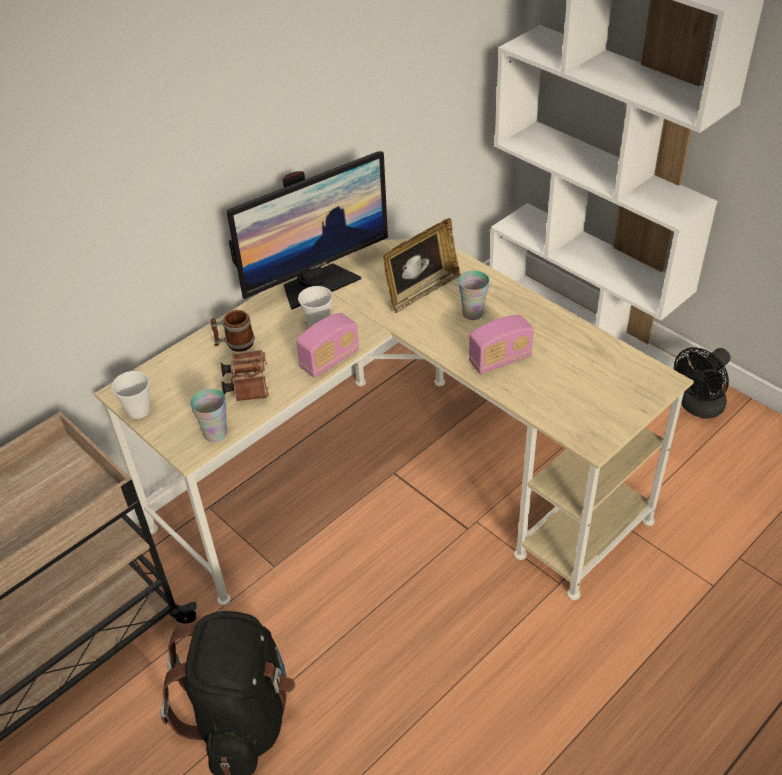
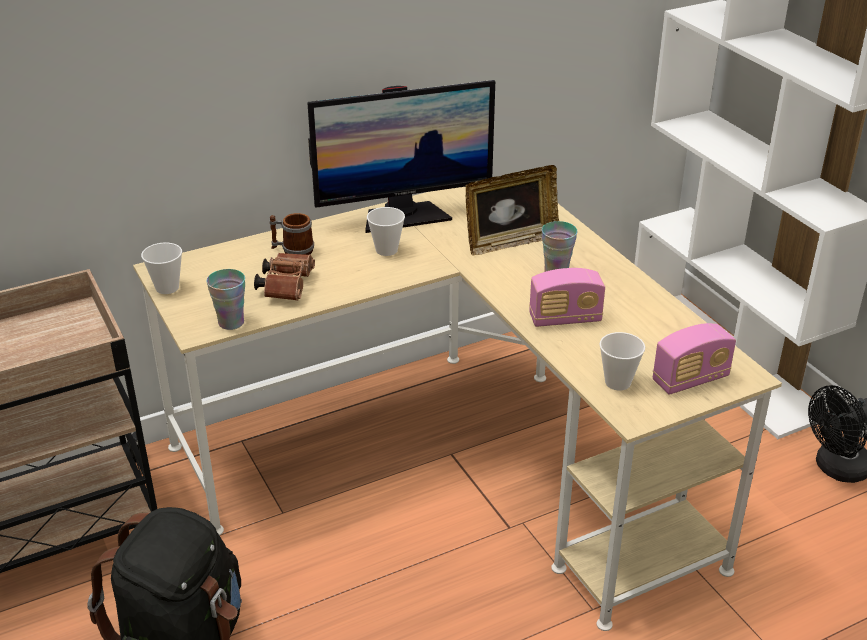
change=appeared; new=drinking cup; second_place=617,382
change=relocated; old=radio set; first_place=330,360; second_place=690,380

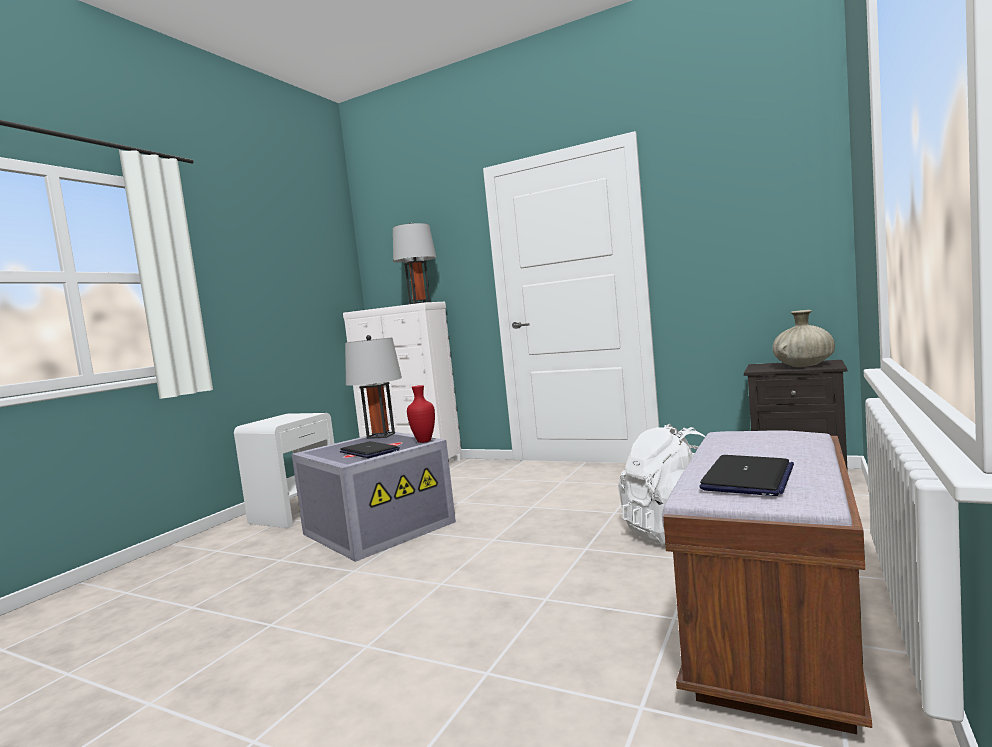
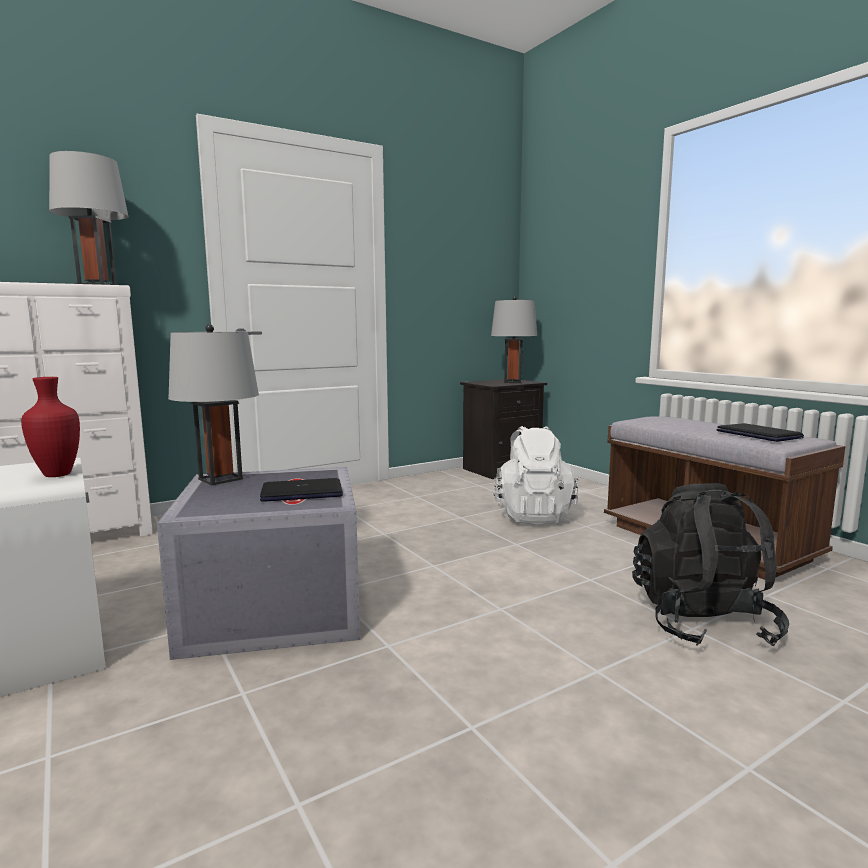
change=relocated; old=vase (red); first_place=423,441; second_place=55,475
change=exchanged; old=vase (beige); new=lamp for a table (grey); first_place=804,366; second_place=513,382
change=appeared; new=rucksack (black); second_place=702,622

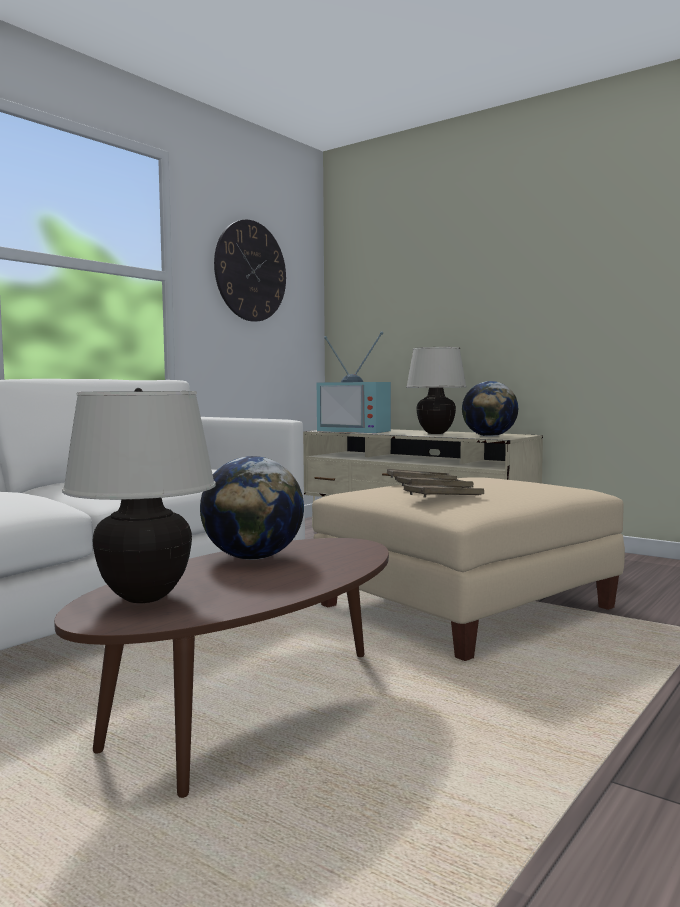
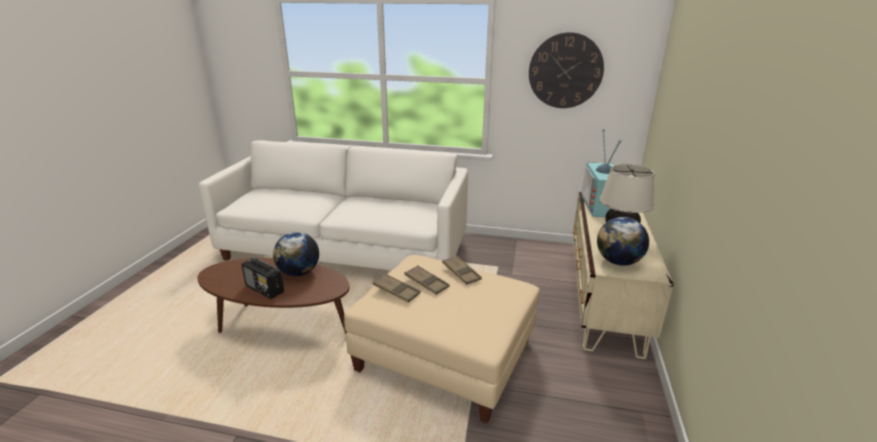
change=appeared; new=radio set; second_place=265,289
change=missing; old=lamp for a table (beige); first_place=145,597

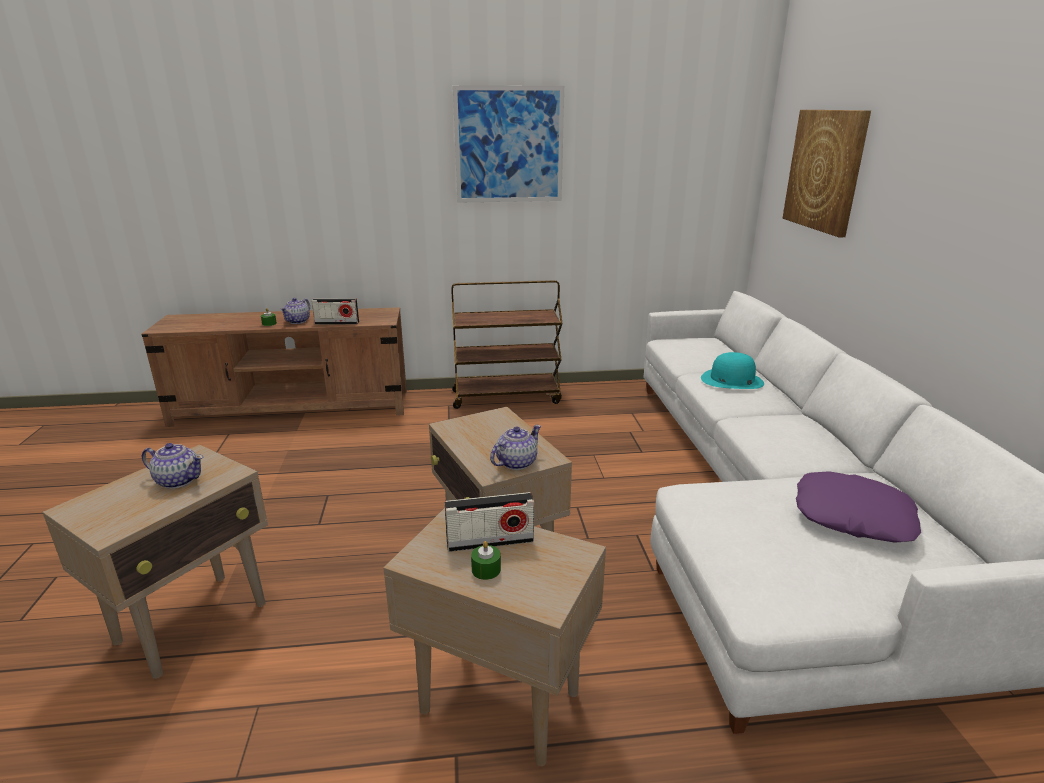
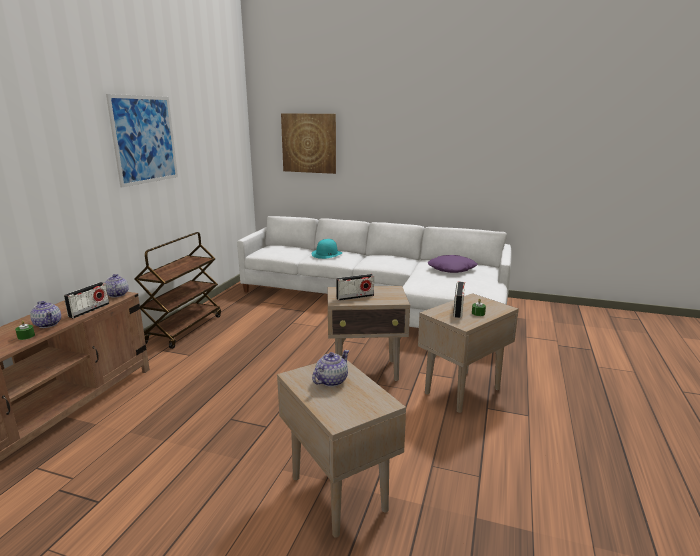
change=relocated; old=tea pot; first_place=515,463; second_place=117,295
change=appeared; new=radio set; second_place=355,297

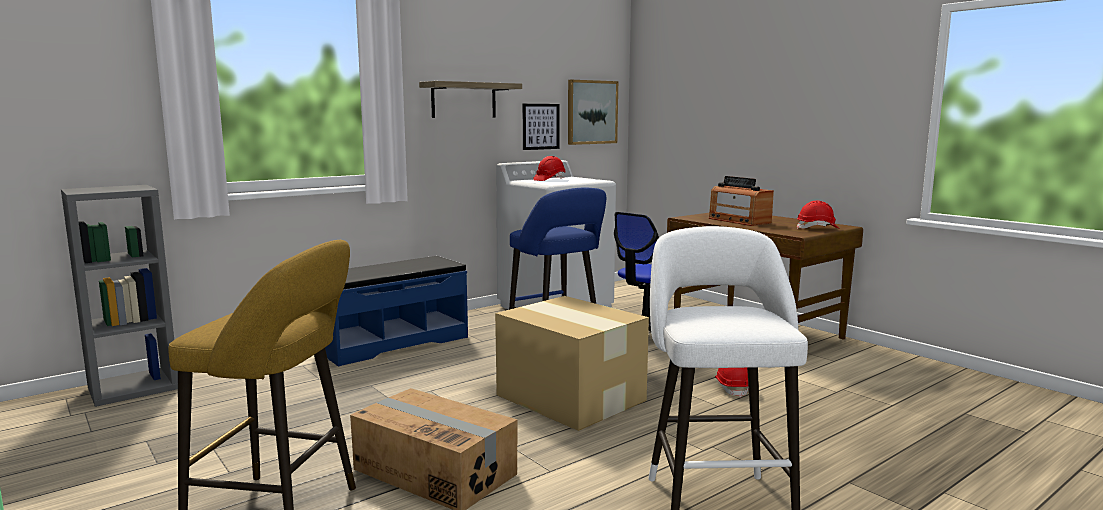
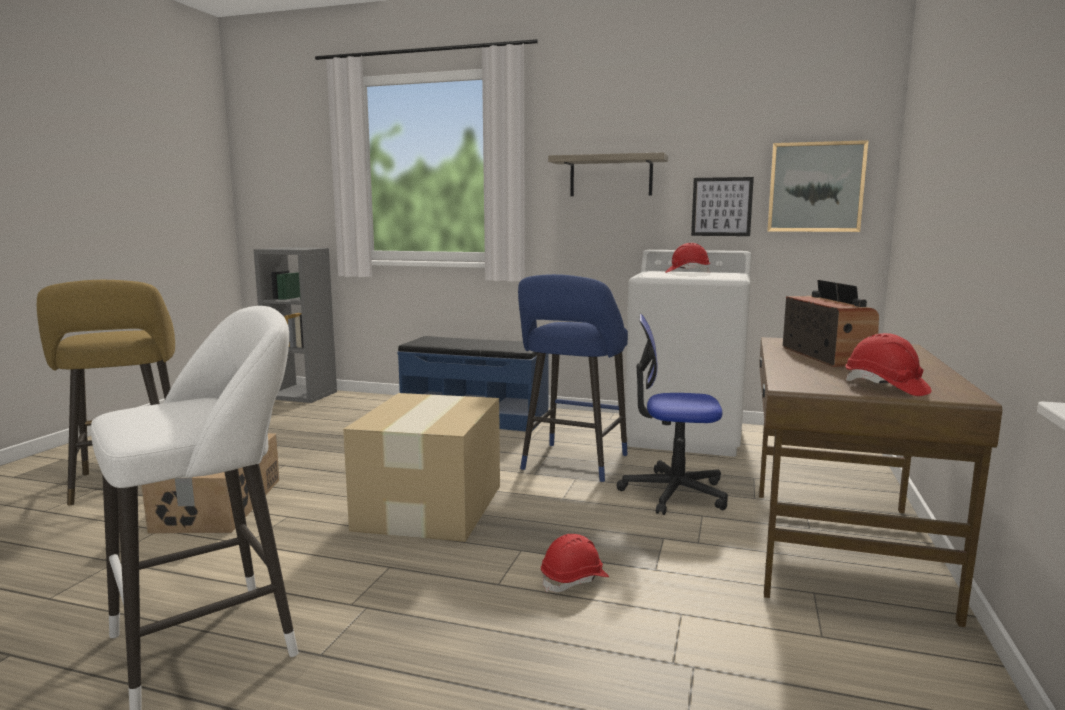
change=spun; old=radio set; first_place=739,221; second_place=827,356; degrees=150

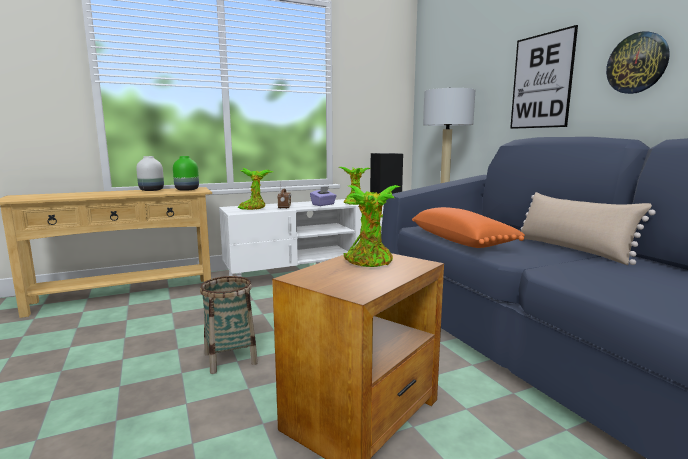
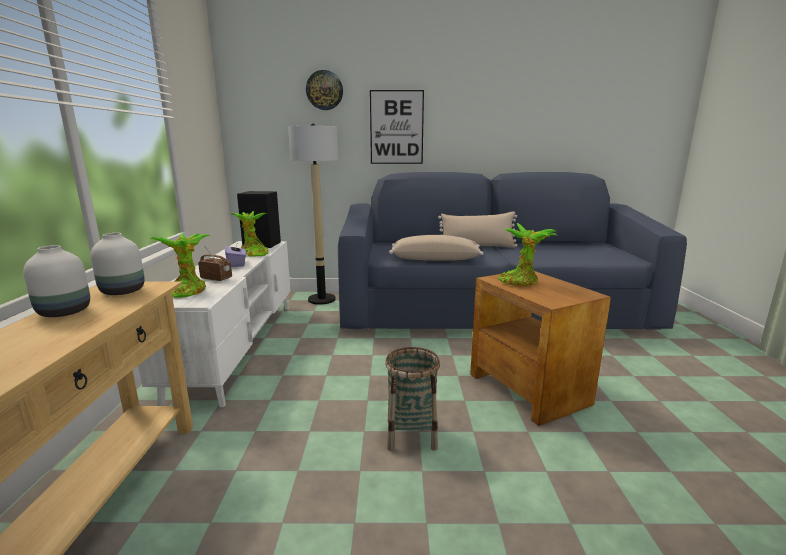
change=colour; old=vase (green); new=vase (white-coloured); first_place=187,190; second_place=123,291
change=relocated; old=hanging clock; first_place=637,63; second_place=324,90
change=colour; old=throw pillow (orange); new=throw pillow (beige); first_place=462,241; second_place=435,259

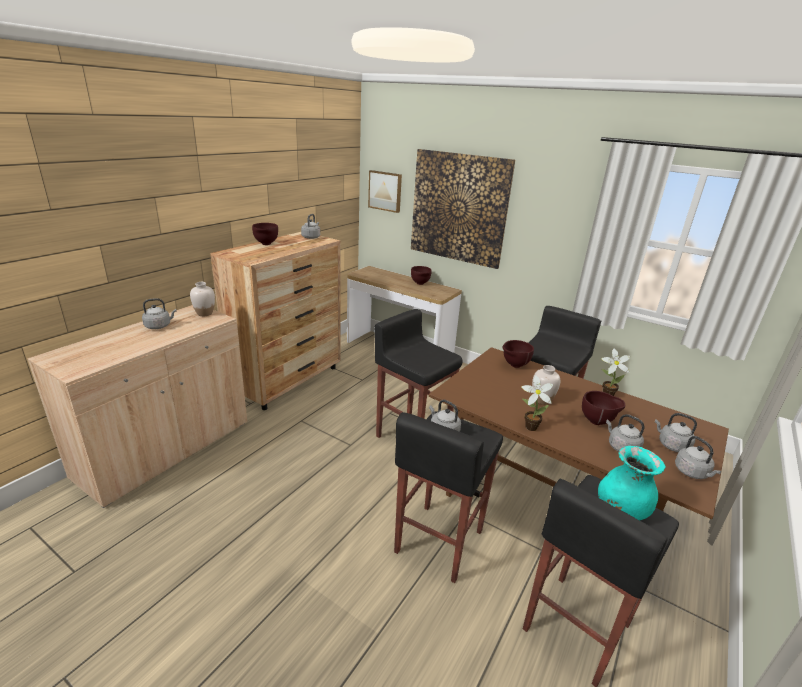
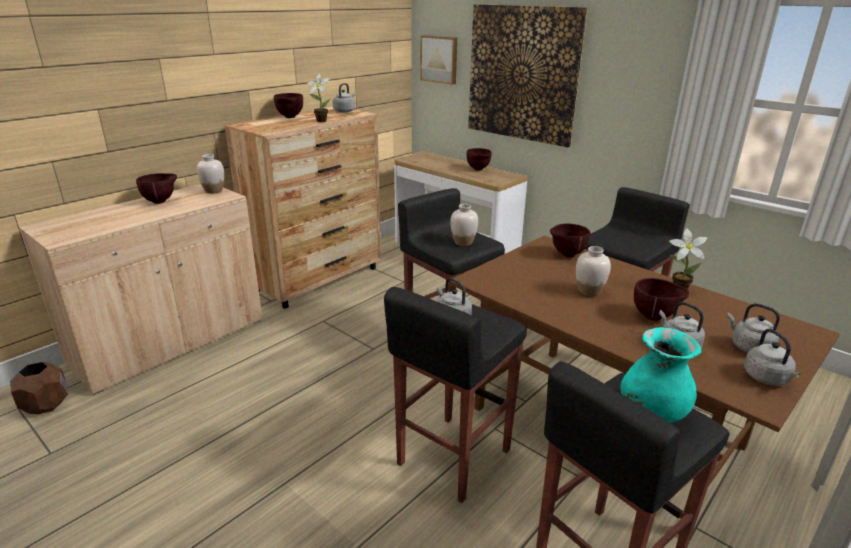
change=appeared; new=planter (brown-coloured); second_place=46,405
change=exchanged; old=kettle (grey); new=deep dish (brown-coloured); first_place=159,326; second_place=161,201
change=relocated; old=plant in a pot; first_place=529,426; second_place=320,121
change=appeared; new=vase (white-coloured); second_place=463,243

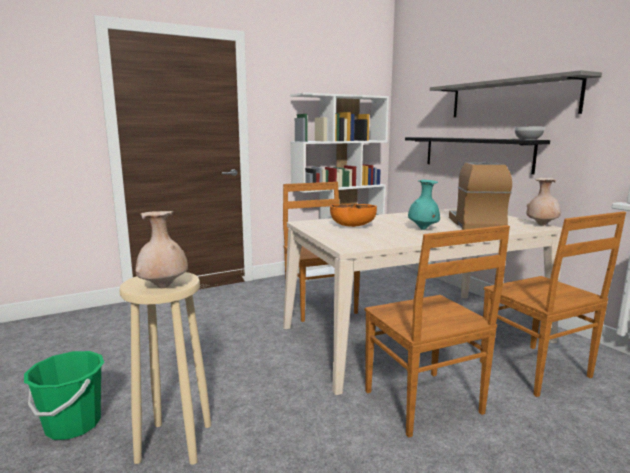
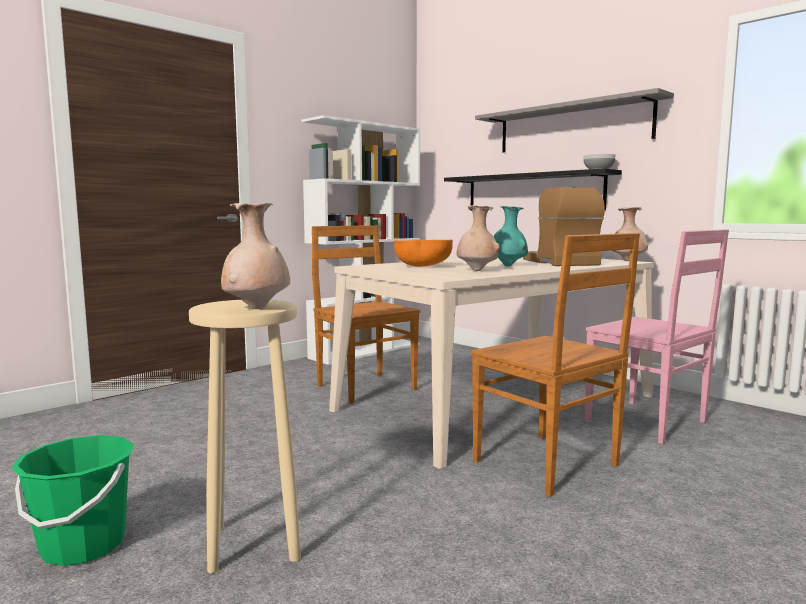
change=appeared; new=vase (beige); second_place=477,270
change=colour; old=plain chair (brown-coloured); new=plain chair (pink); first_place=537,371; second_place=648,422

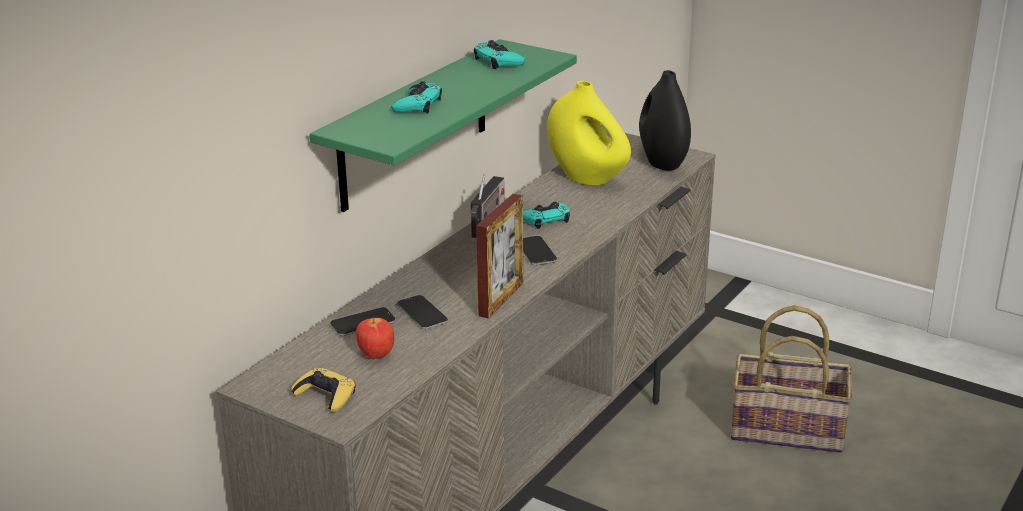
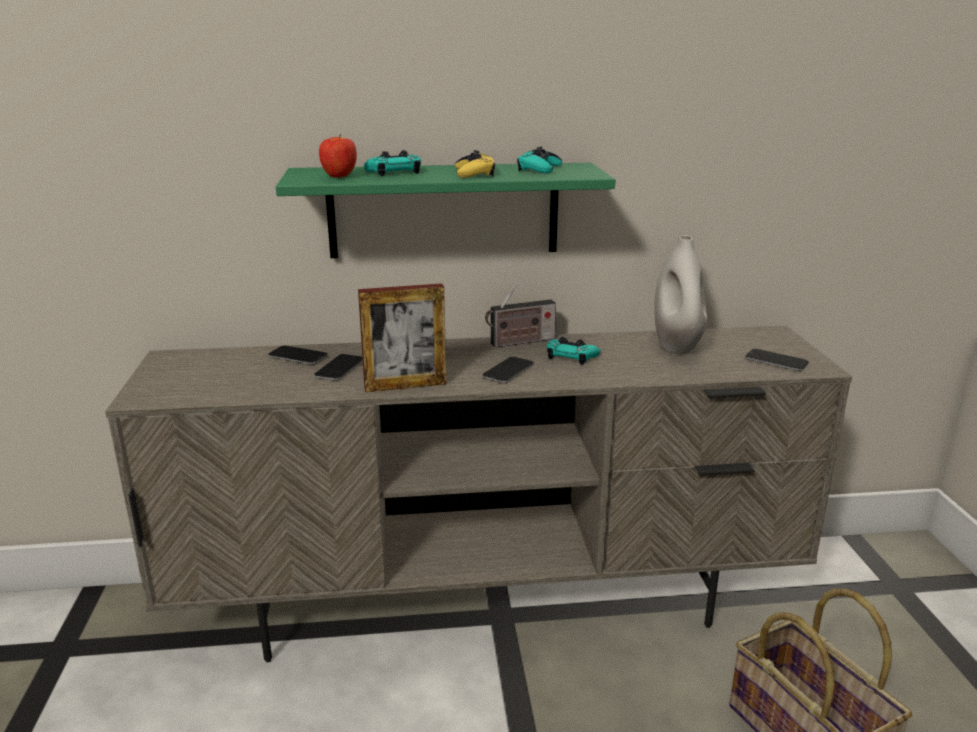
change=relocated; old=apple; first_place=375,355; second_place=339,177
change=relocated; old=gamepad (yellow-coloured); first_place=325,395; second_place=474,173
change=colour; old=vase (yellow-coloured); new=vase (white-coloured); first_place=587,178; second_place=677,345
change=exchanged; old=vase (black); new=telephone; first_place=662,162; second_place=776,361

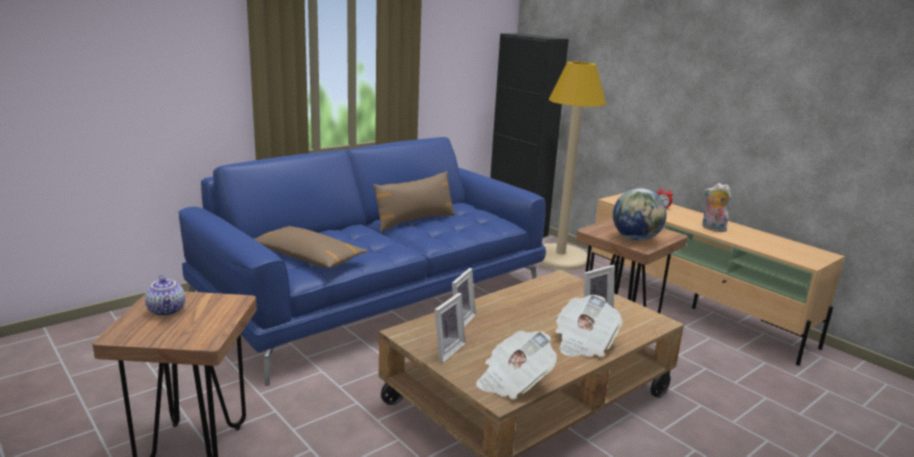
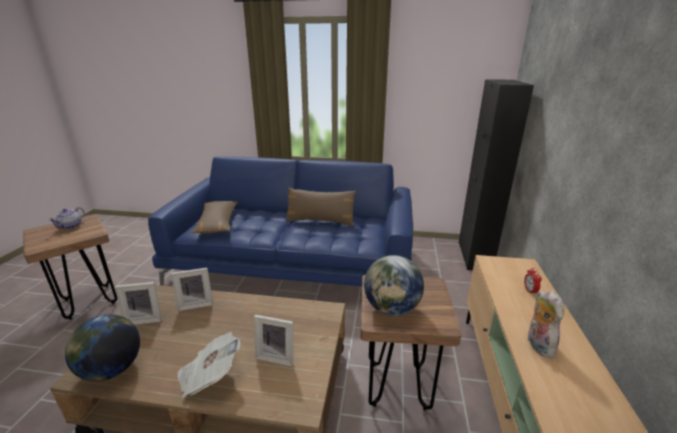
change=exchanged; old=daily paper; new=world globe; first_place=513,381; second_place=112,369
change=missing; old=standard lamp (beige); first_place=560,258

